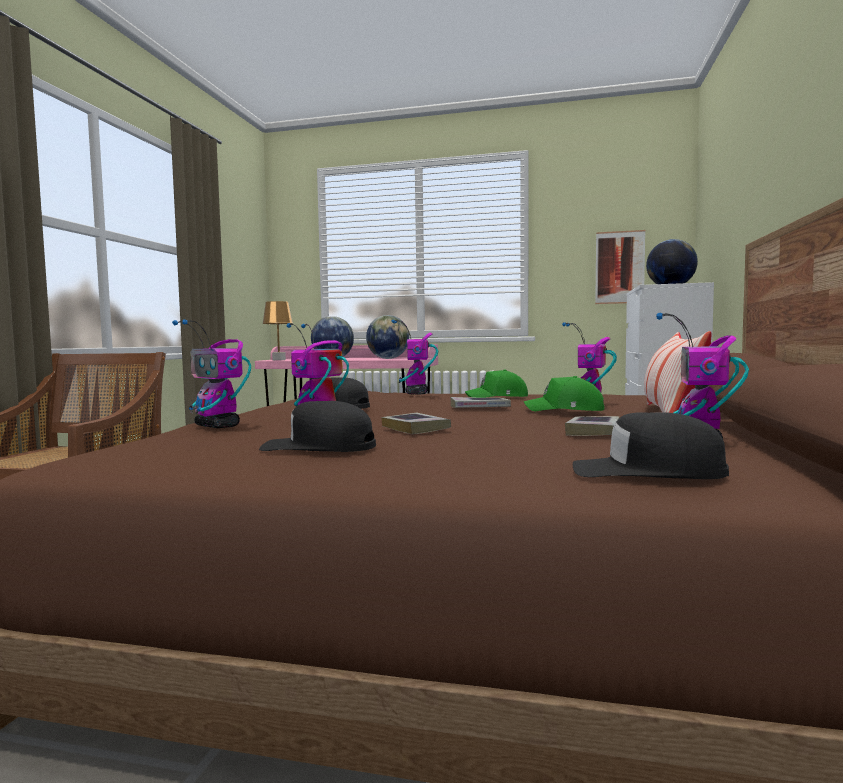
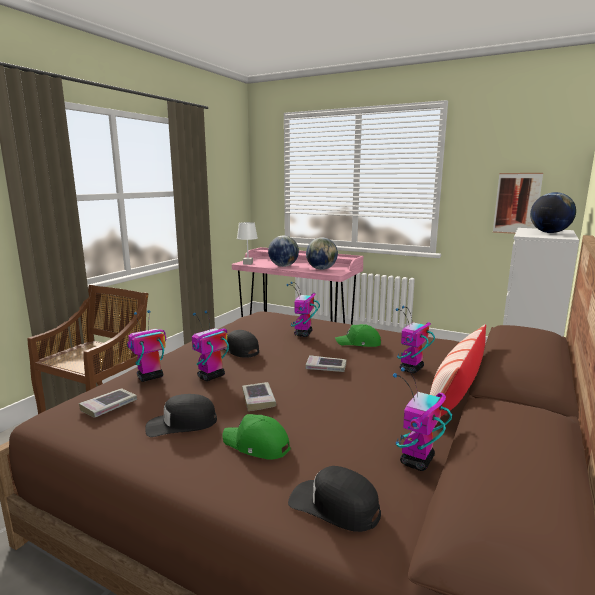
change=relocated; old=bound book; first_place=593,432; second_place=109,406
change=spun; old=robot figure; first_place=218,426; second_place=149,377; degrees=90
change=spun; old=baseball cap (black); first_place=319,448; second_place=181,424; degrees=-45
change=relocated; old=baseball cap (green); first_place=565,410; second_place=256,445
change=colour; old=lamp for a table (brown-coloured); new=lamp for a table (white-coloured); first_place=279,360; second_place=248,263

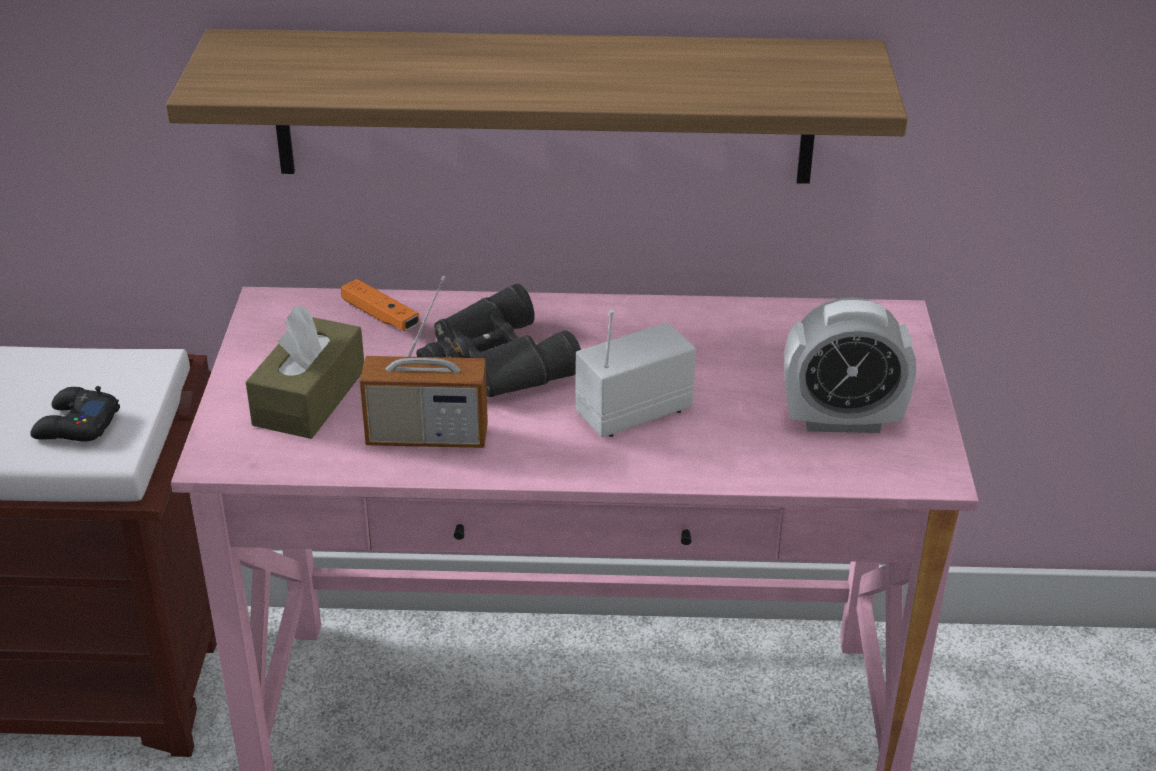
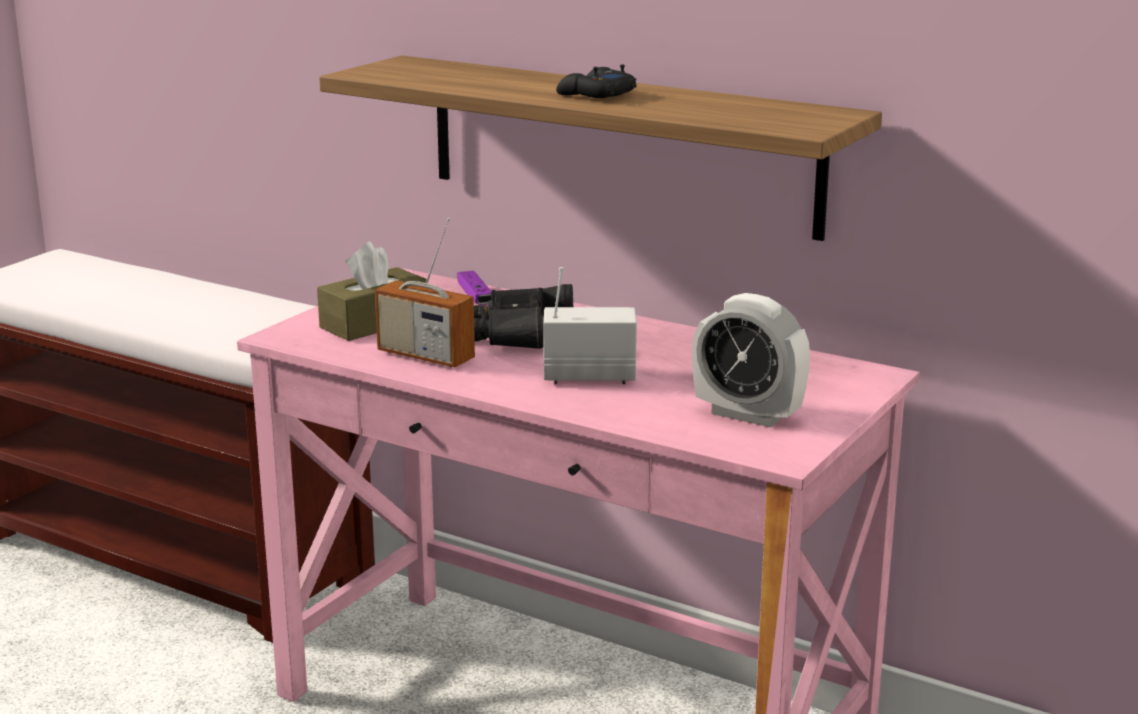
change=colour; old=gamepad (orange); new=gamepad (purple-coloured); first_place=380,316; second_place=475,297
change=relocated; old=gamepad (black); first_place=76,425; second_place=595,94

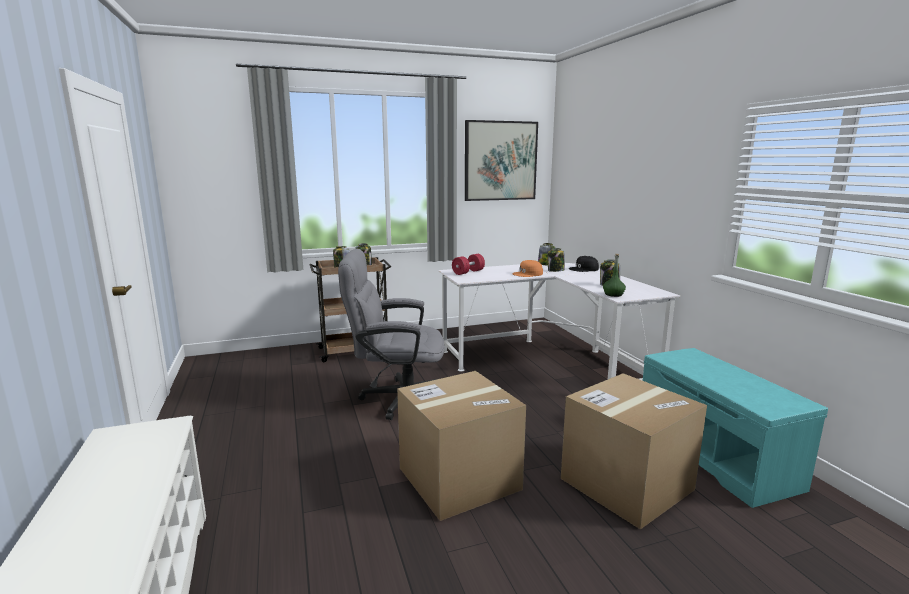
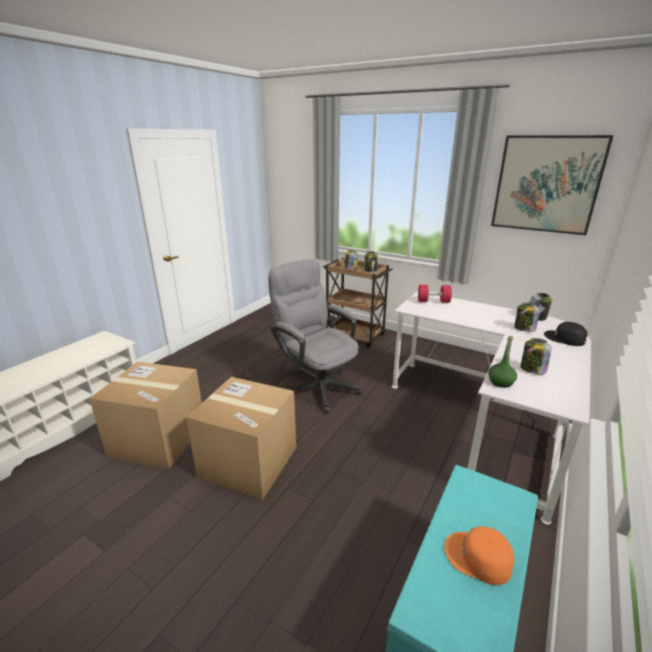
change=relocated; old=cardboard box; first_place=626,484; second_place=158,439
change=relocated; old=baseball cap (orange); first_place=528,274; second_place=478,558

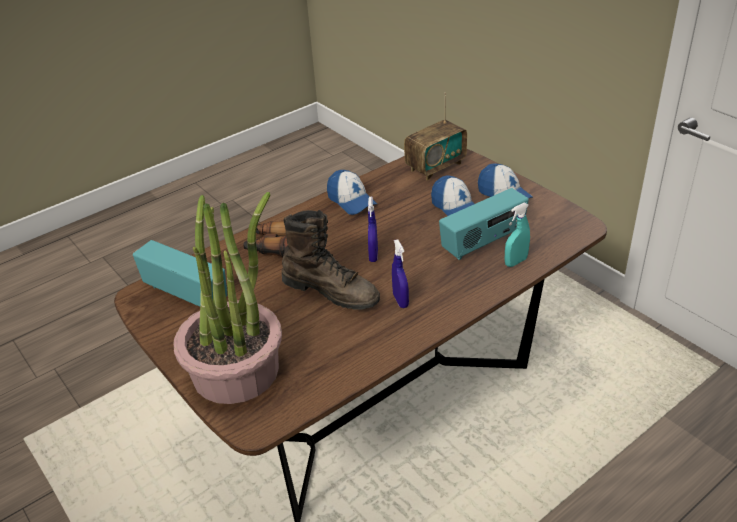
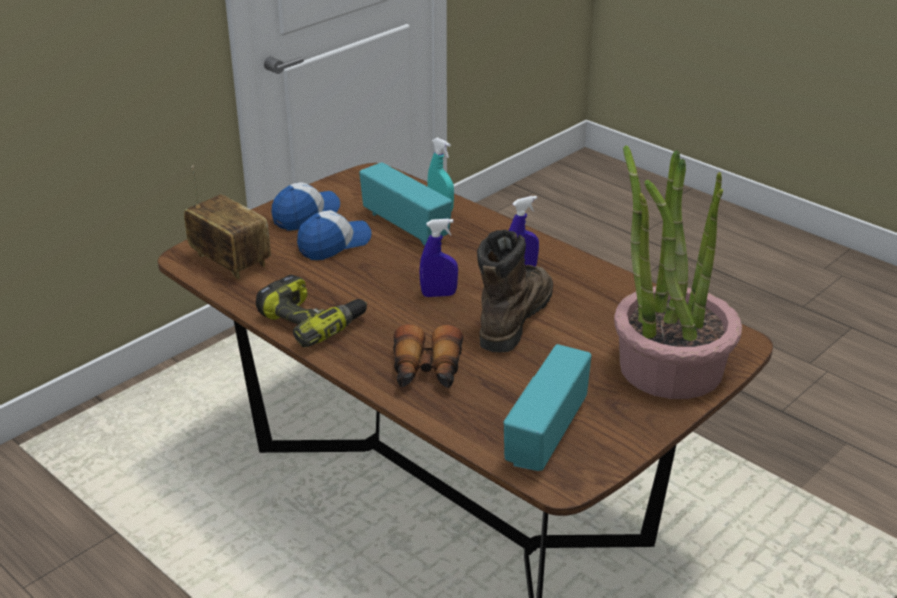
change=exchanged; old=baseball cap; new=electric drill; first_place=351,201; second_place=312,321

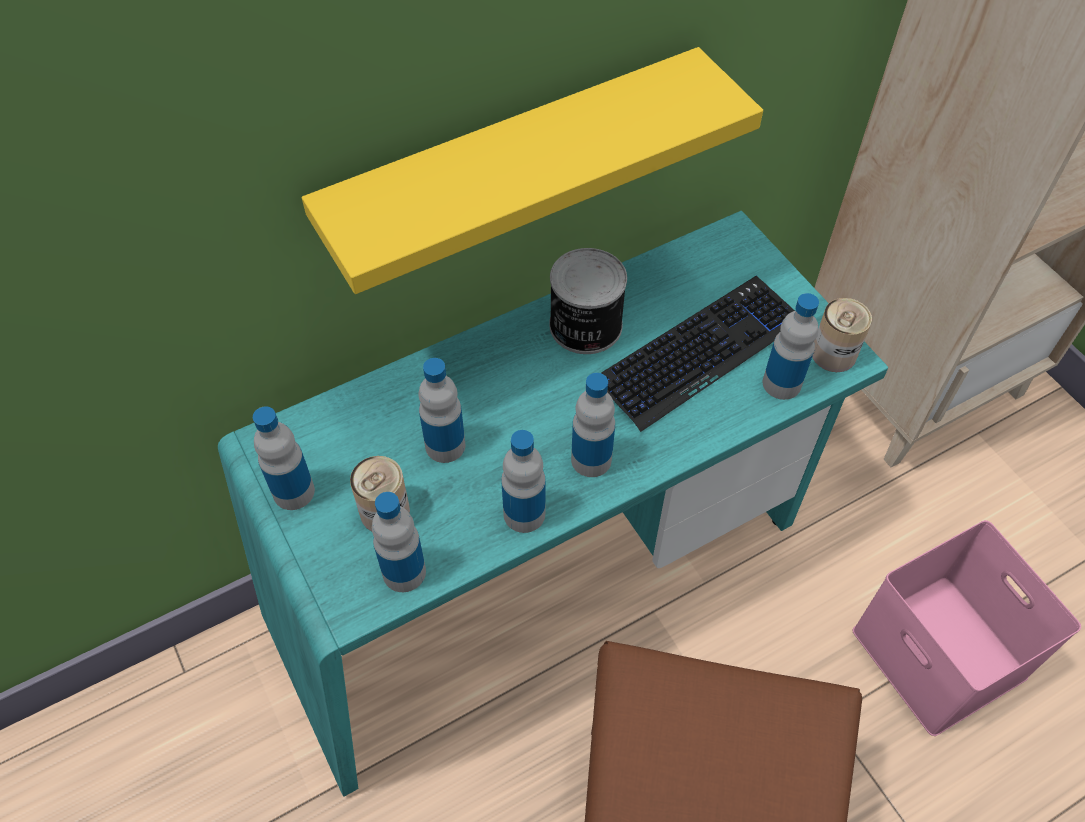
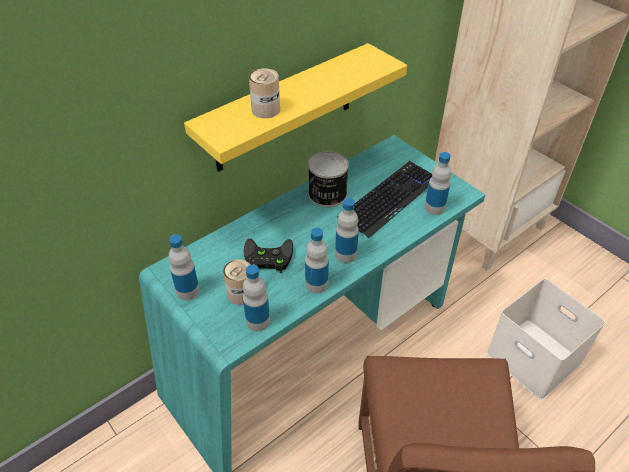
change=exchanged; old=beverage bottle; new=gamepad (black); first_place=445,445; second_place=266,258
change=relocated; old=sealed can; first_place=833,354; second_place=266,110
change=colour; old=storage box (pink); new=storage box (white-coloured); first_place=943,654; second_place=536,358

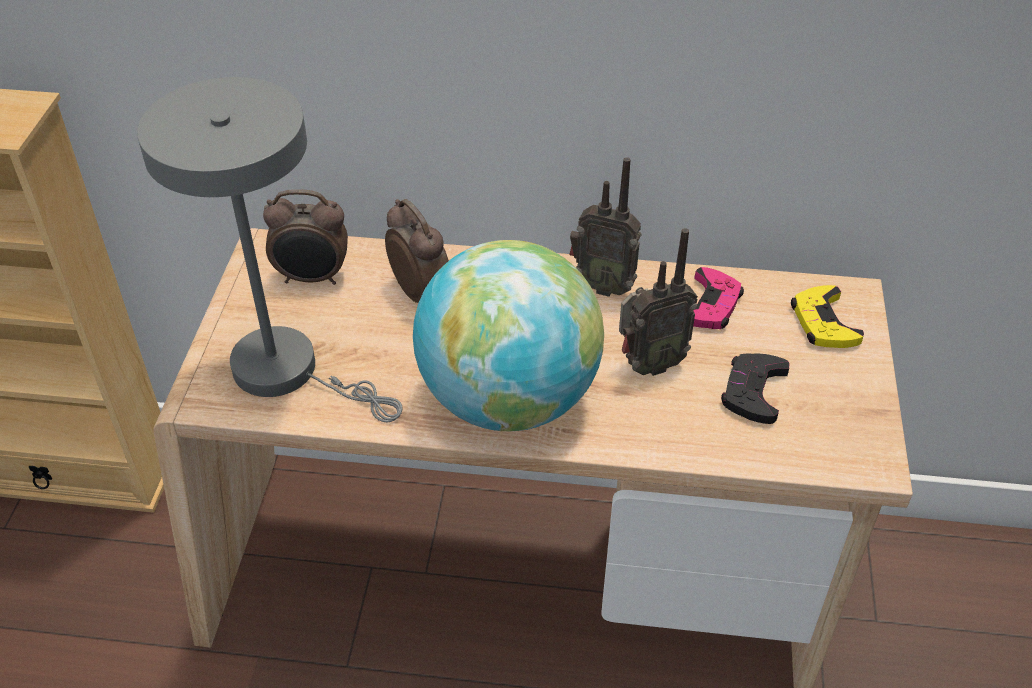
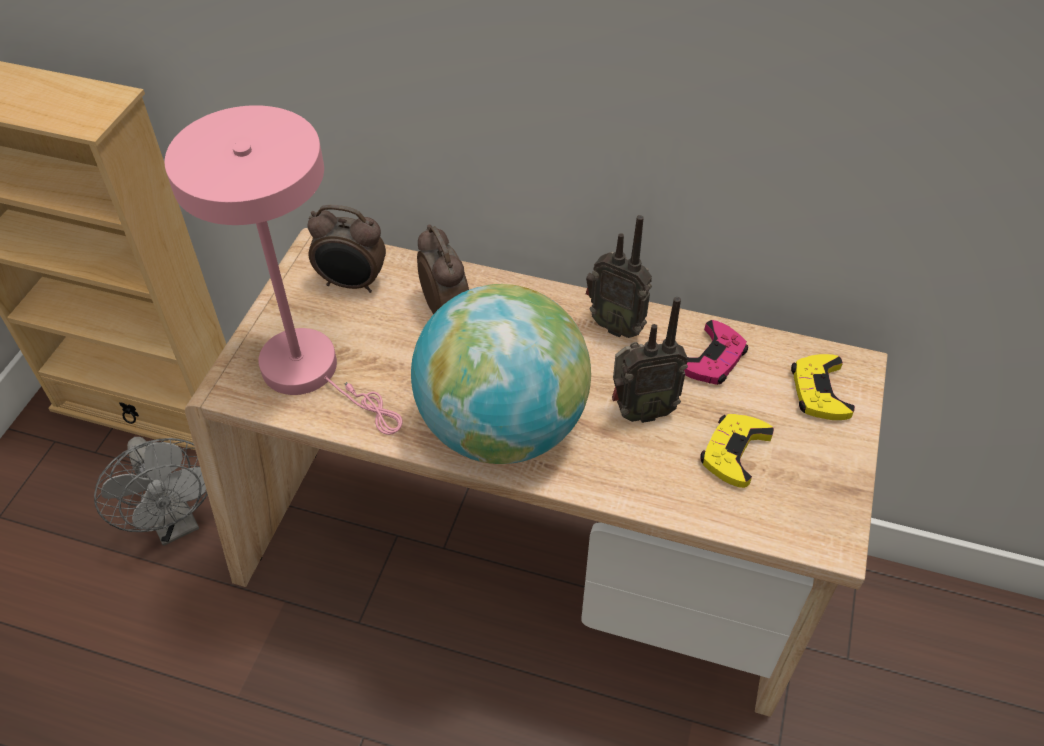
change=appeared; new=fan (grey); second_place=176,523
change=colour; old=lamp for a table (grey); new=lamp for a table (pink); first_place=288,371; second_place=311,372
change=colour; old=gamepad (black); new=gamepad (yellow-coloured); first_place=753,391; second_place=734,452

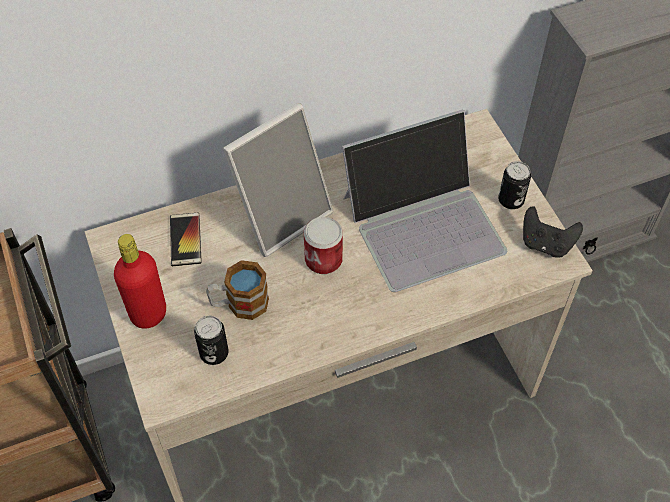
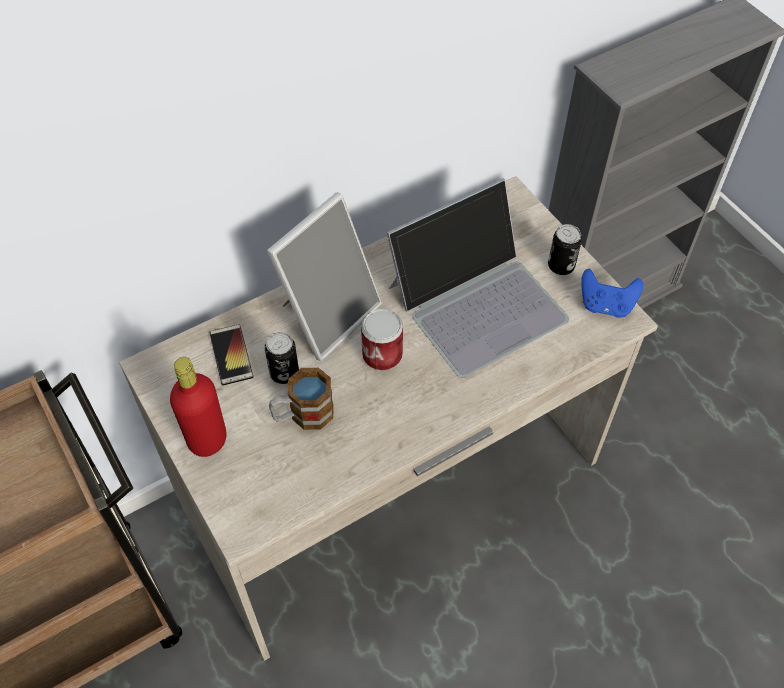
change=relocated; old=sealed can; first_place=214,353; second_place=284,373
change=colour; old=gamepad (black); new=gamepad (bluish); first_place=546,244; second_place=606,305

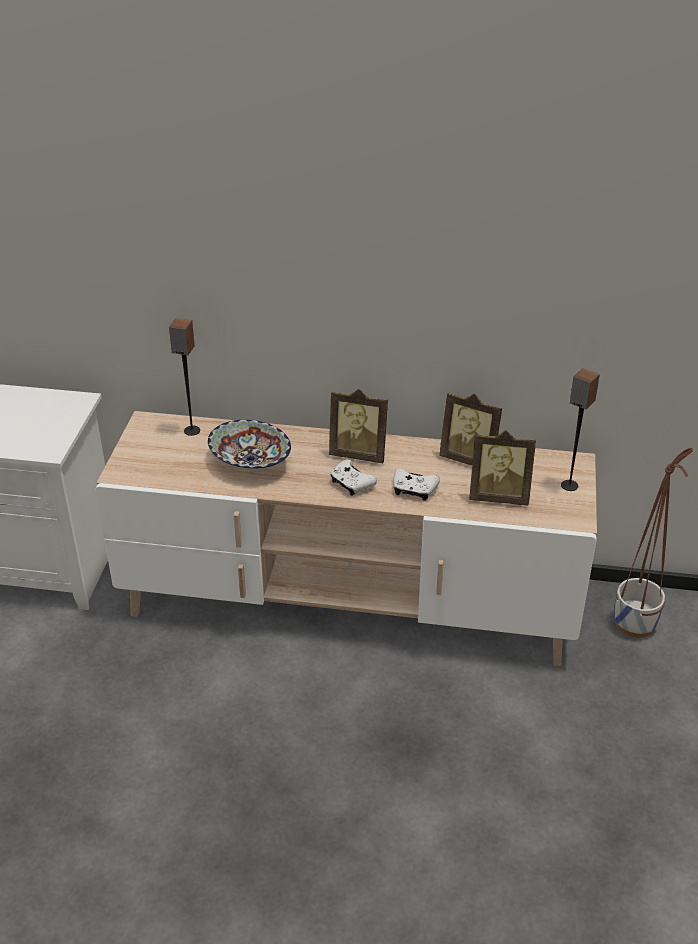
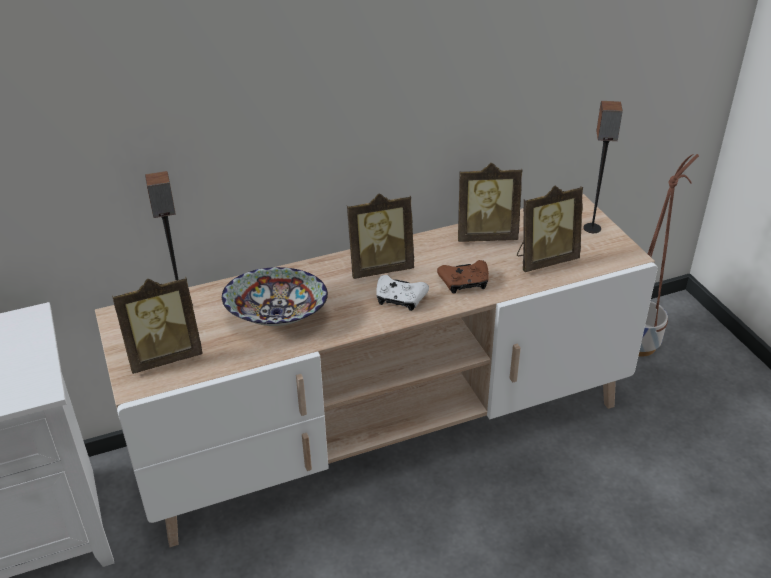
change=appeared; new=picture frame; second_place=164,356
change=colour; old=gamepad (white-coloured); new=gamepad (brown-coloured); first_place=414,490; second_place=464,283

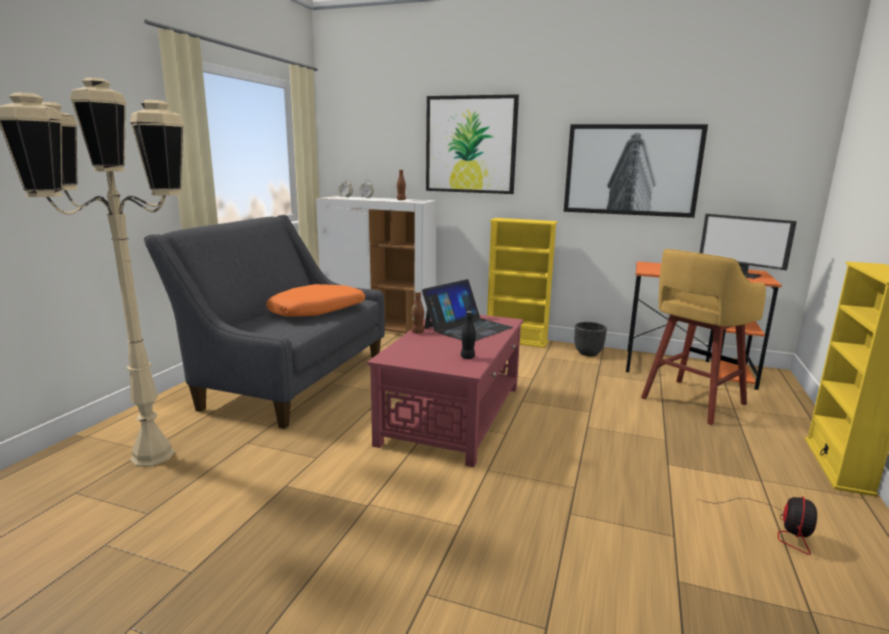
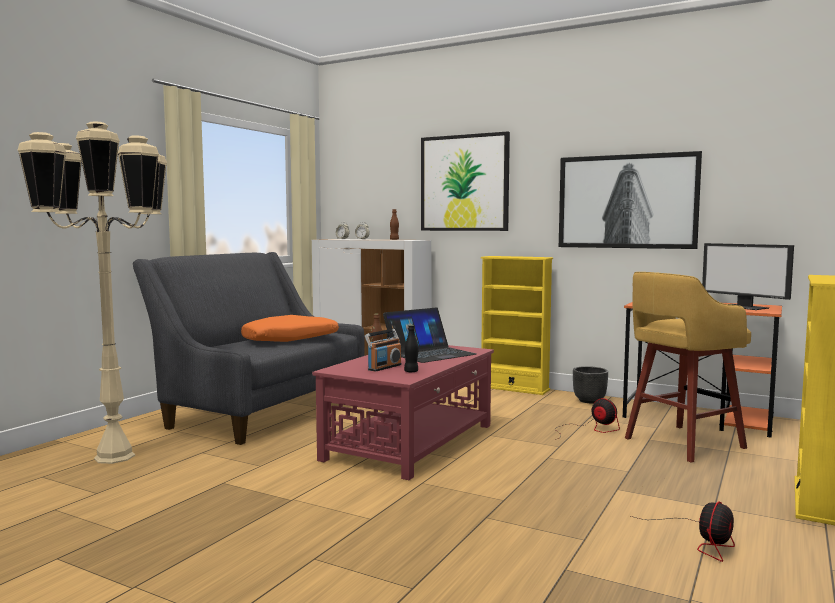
change=appeared; new=radio set; second_place=384,367
change=appeared; new=fan; second_place=589,429

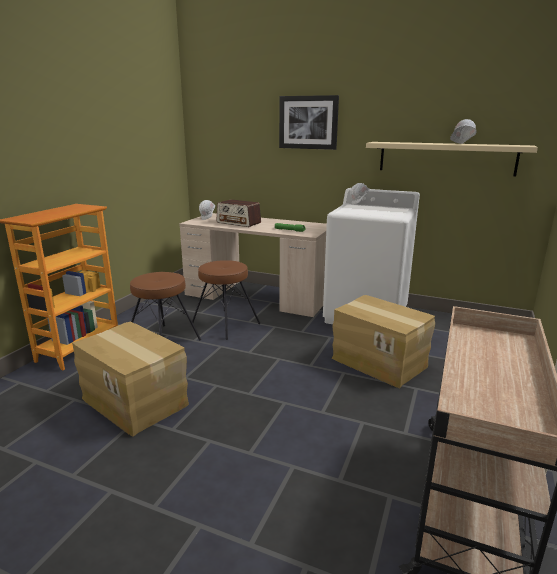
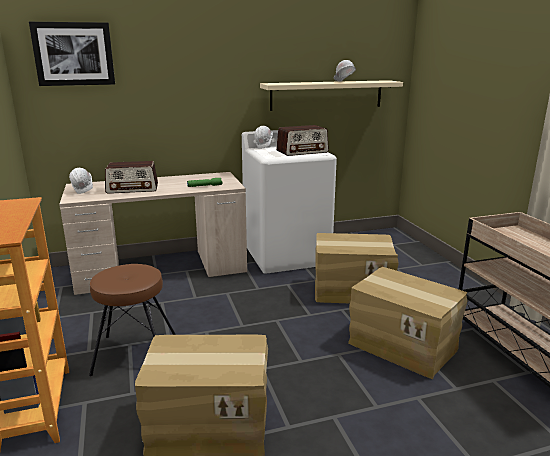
change=relocated; old=wall art; first_place=308,122; second_place=74,54
change=appeared; new=radio set; second_place=302,152
change=appeared; new=cardboard box; second_place=403,345
change=missing; old=stool (brown-coloured); first_place=225,324

